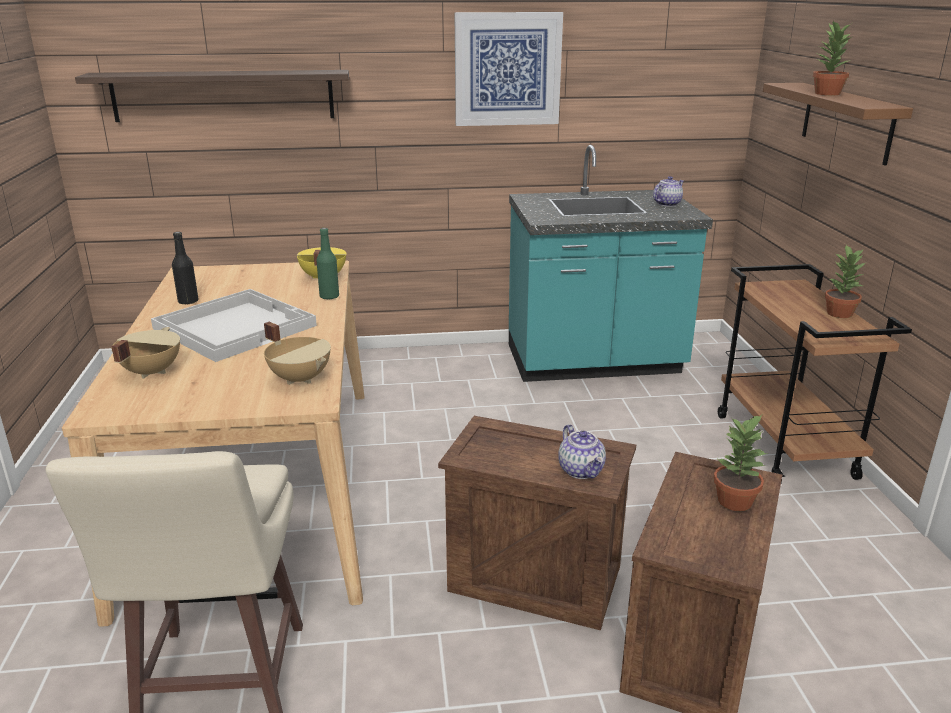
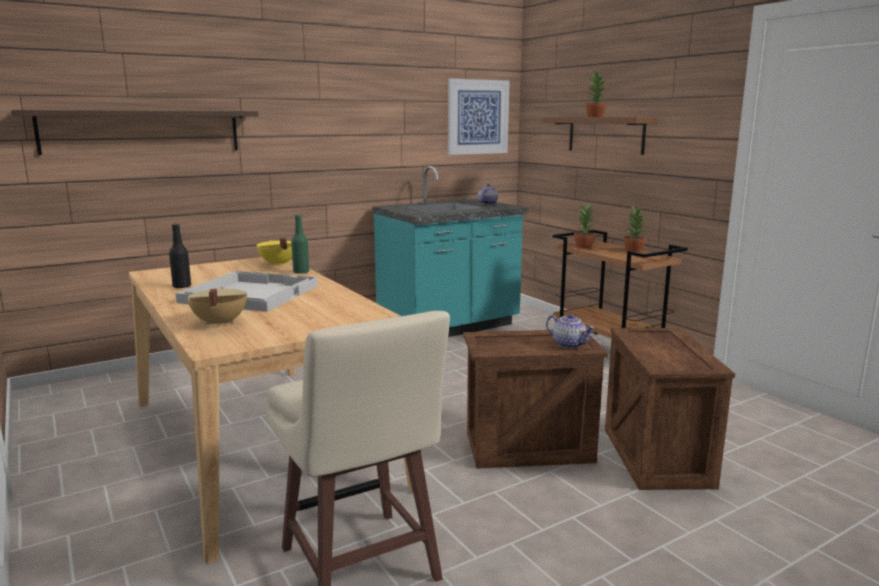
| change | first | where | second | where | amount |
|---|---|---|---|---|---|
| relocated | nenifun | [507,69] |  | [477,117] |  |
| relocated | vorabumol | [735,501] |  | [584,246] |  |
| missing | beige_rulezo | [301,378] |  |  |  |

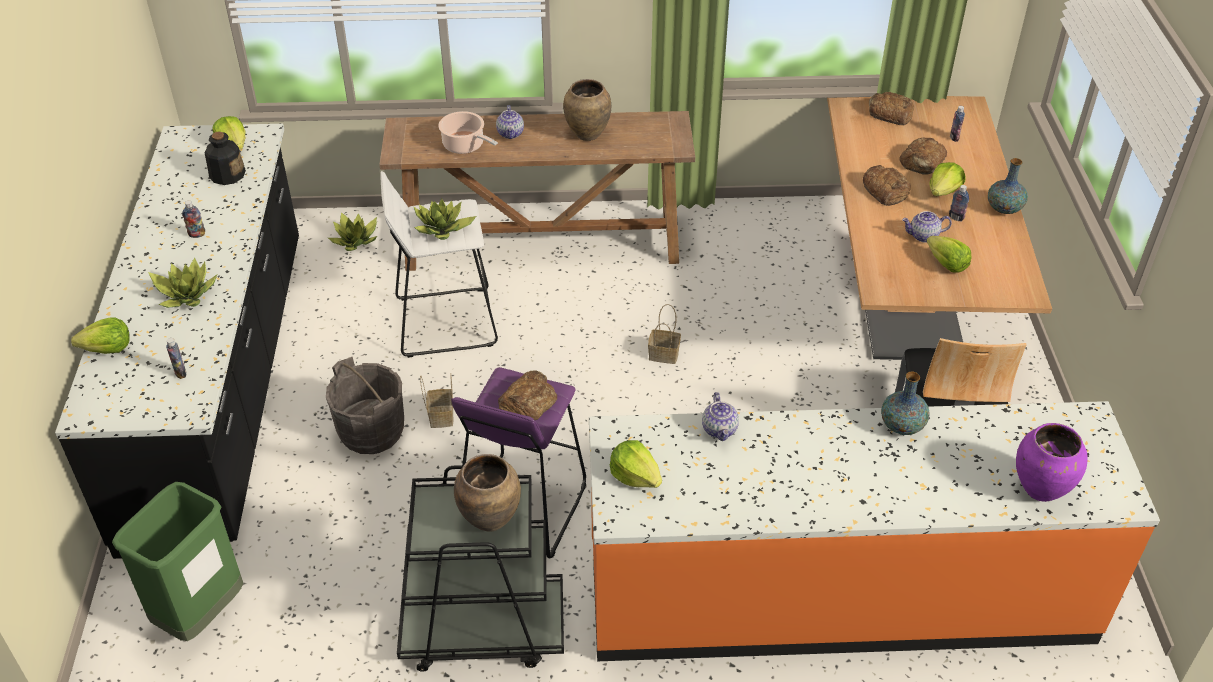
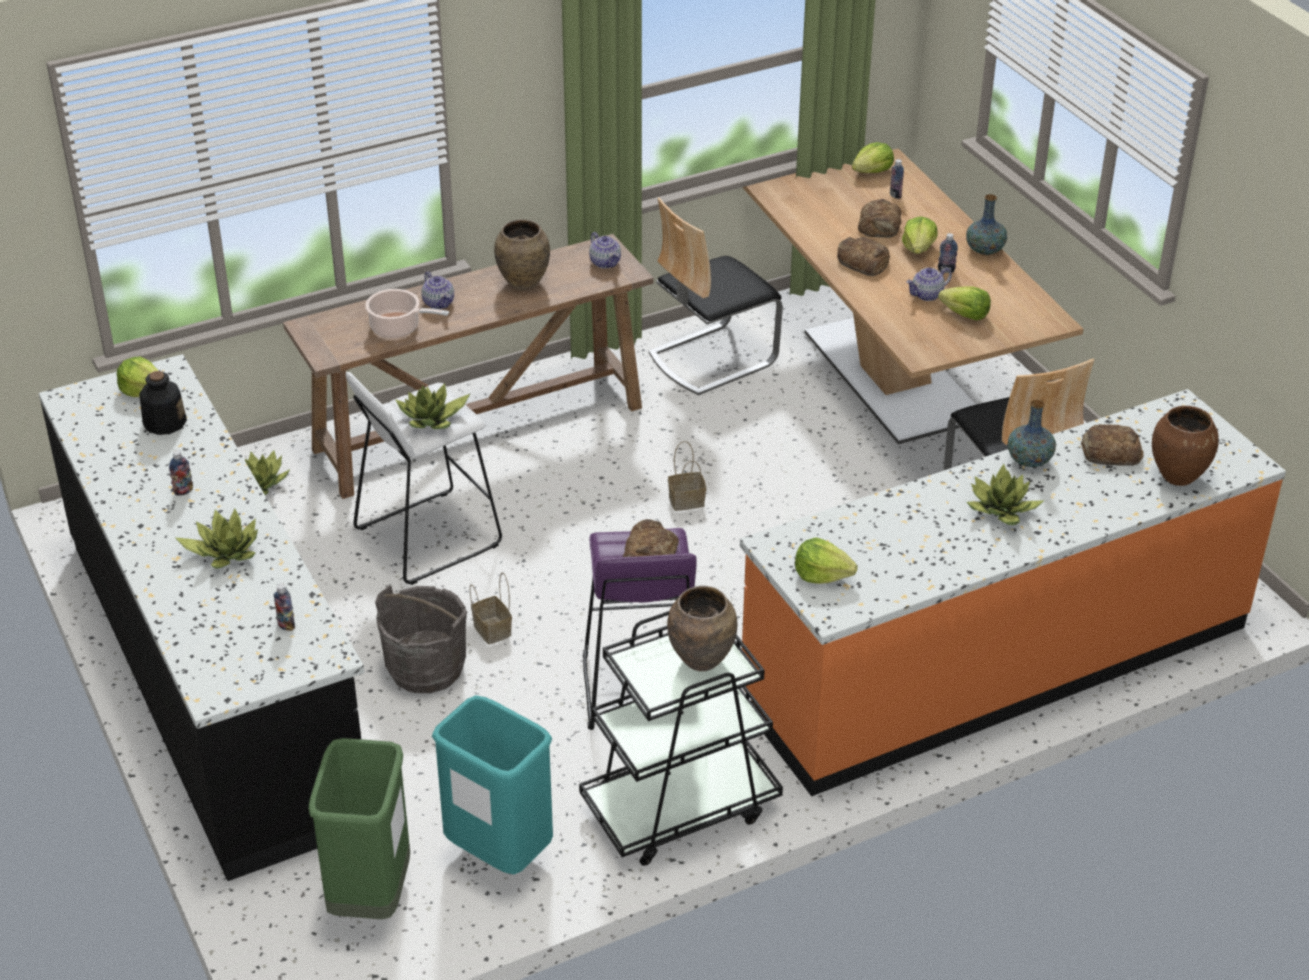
| change | first | where | second | where | amount |
|---|---|---|---|---|---|
| appeared |  |  | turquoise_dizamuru | [498,853] |  |
| relocated | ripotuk | [720,429] |  | [605,263] |  |
| appeared |  |  | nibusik | [711,357] |  |
| relocated | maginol | [108,348] |  | [872,171] |  |
| appeared |  |  | vorabumol | [1002,510] |  |
| relocated | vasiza | [890,113] |  | [1109,451] |  |
| colour | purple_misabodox | [1041,490] | brown_misabodox | [1178,476] |  |

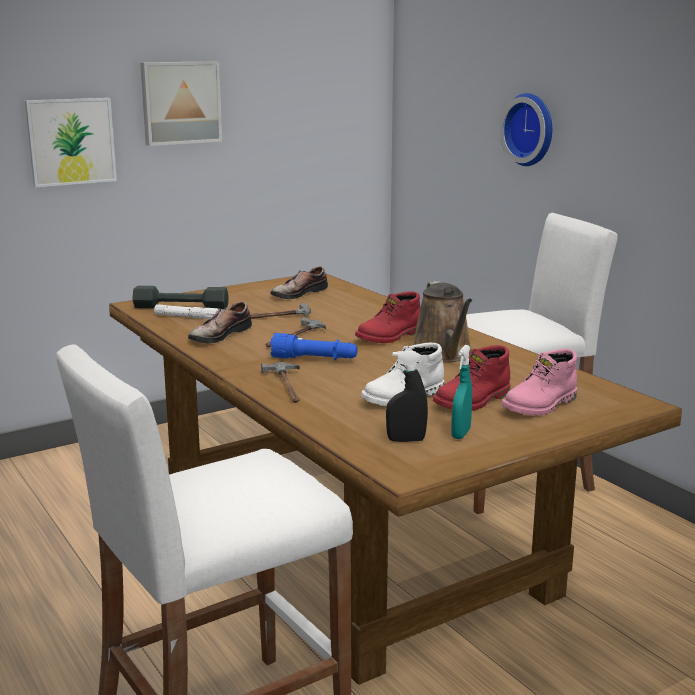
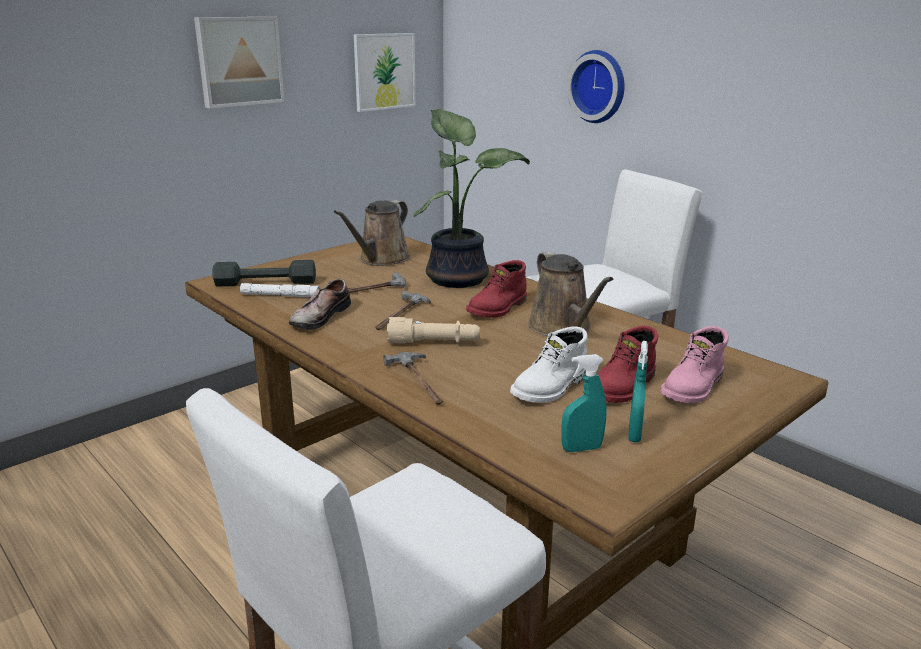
| change | first | where | second | where | amount |
|---|---|---|---|---|---|
| exchanged | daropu | [297,293] | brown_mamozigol | [381,259] |  |
| relocated | nenifun | [71,141] |  | [384,71] |  |
| colour | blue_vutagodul | [314,359] | beige_vutagodul | [434,343] |  |
| appeared |  |  | vorabumol | [459,277] |  |
| colour | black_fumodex | [406,440] | turquoise_fumodex | [581,448] |  |

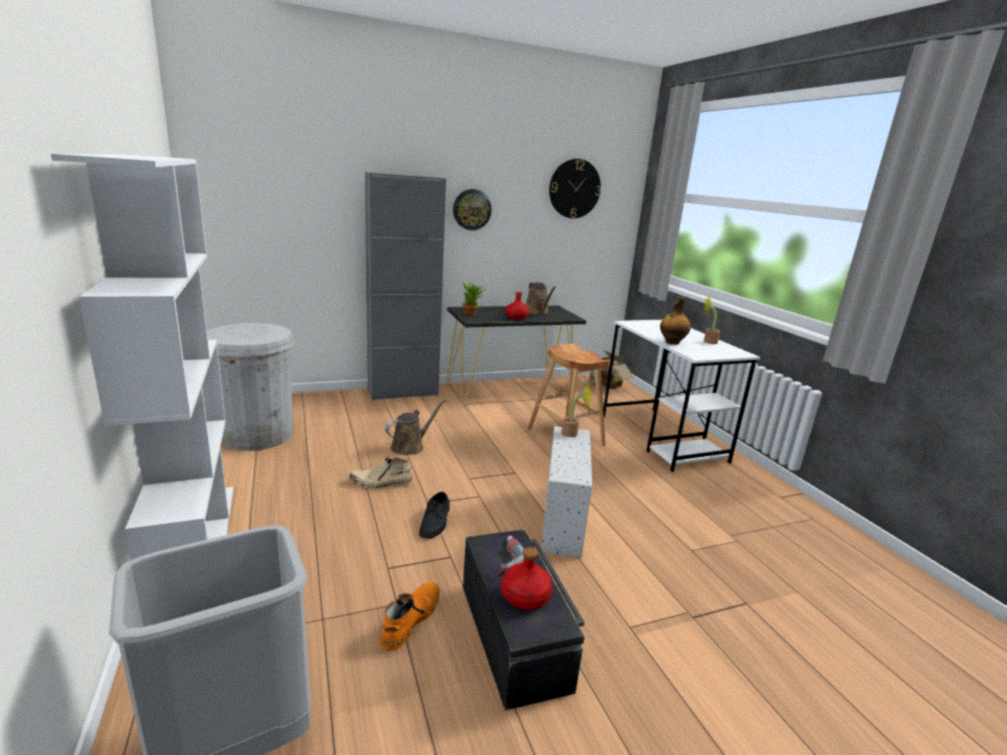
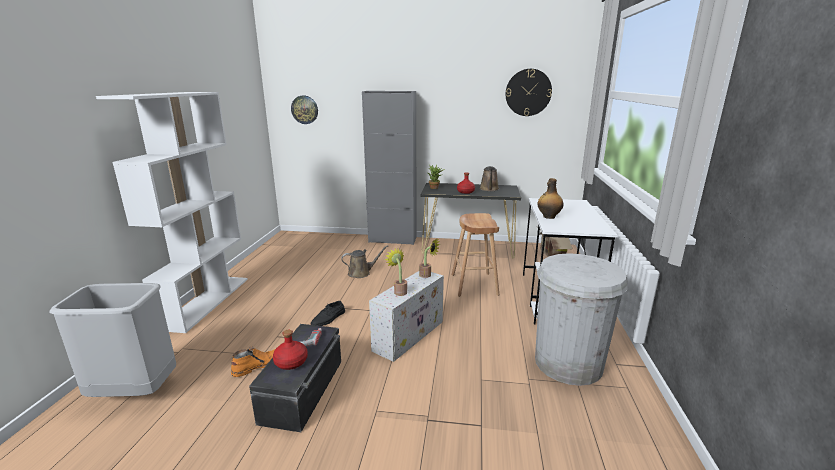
| change | first | where | second | where | amount |
|---|---|---|---|---|---|
| relocated | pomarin | [471,209] |  | [304,109] |  |
| relocated | vorabumol | [707,341] |  | [399,291] |  |
| relocated | white_dizamuru | [257,435] |  | [568,363] |  |
| missing | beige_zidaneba | [381,483] |  |  |  |

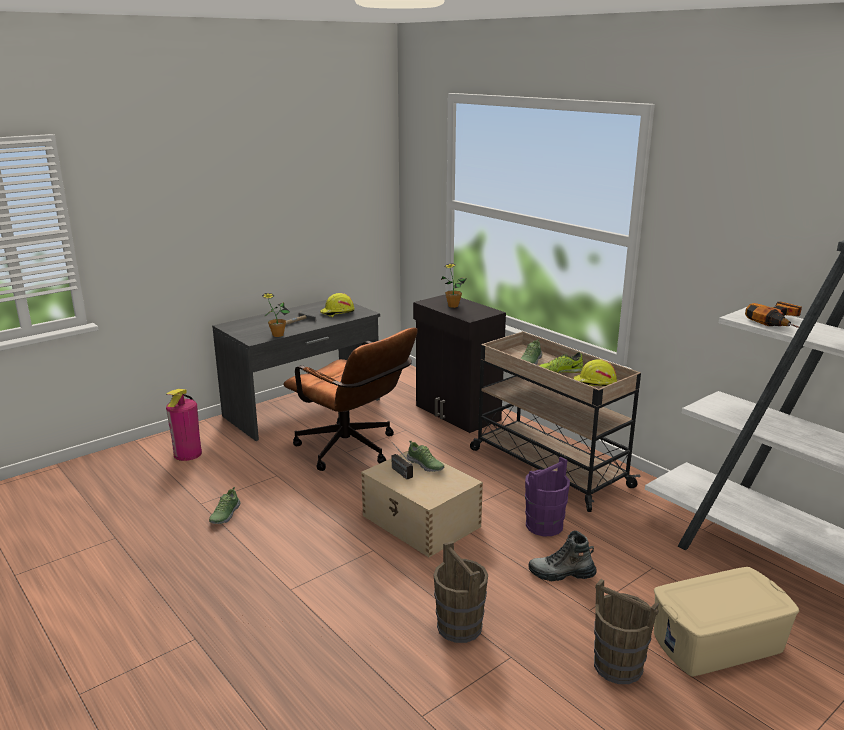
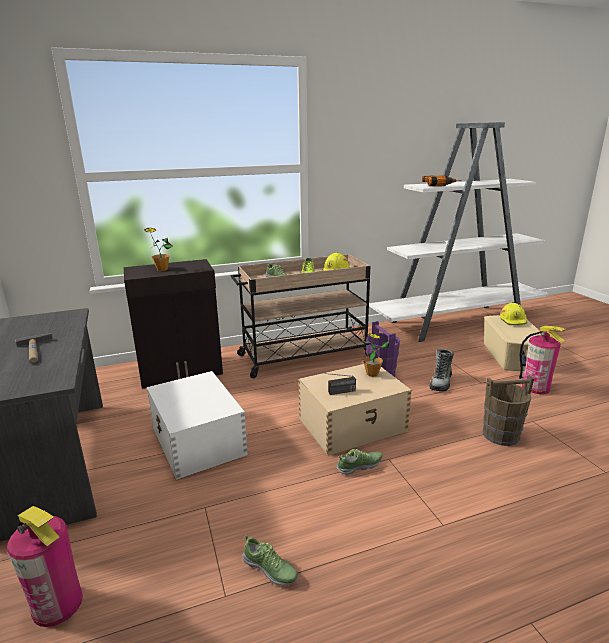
| change | first | where | second | where | amount |
|---|---|---|---|---|---|
| exchanged | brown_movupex | [352,451] | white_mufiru | [198,441] |  |
| relocated | daropu | [425,465] |  | [359,466] |  |
| relocated | vorabumol | [278,335] |  | [372,374] |  |
| relocated | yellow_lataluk | [337,313] |  | [513,320] |  |
| exchanged | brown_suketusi | [618,666] | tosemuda | [536,387] |  |

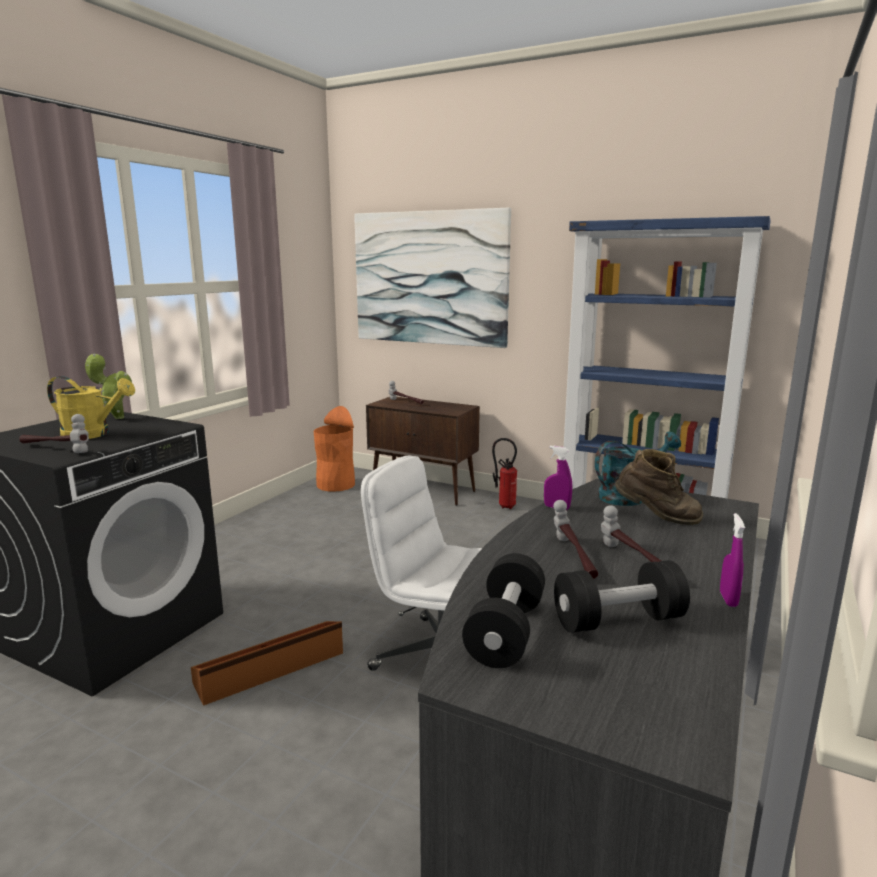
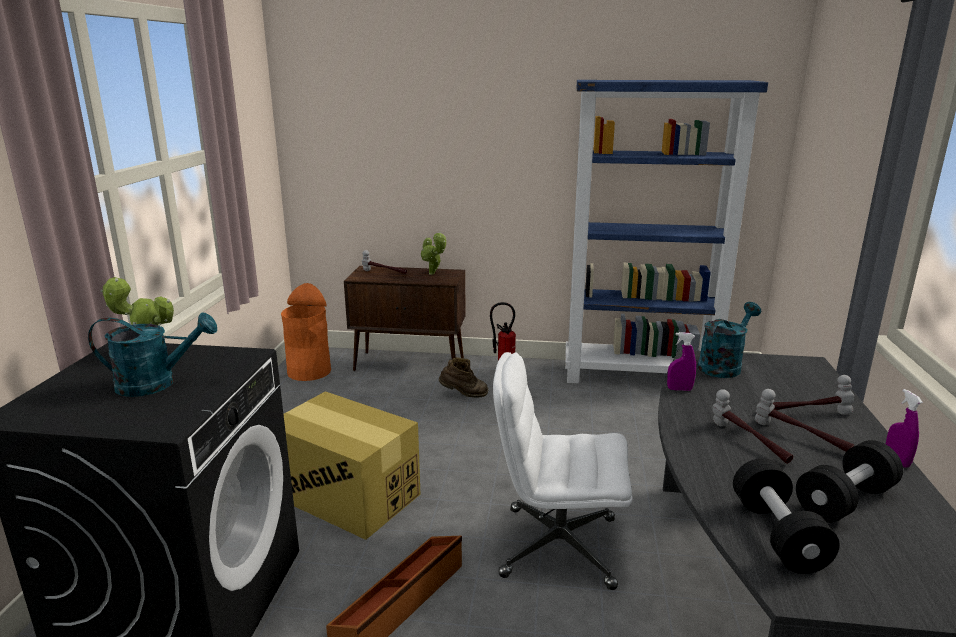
| change | first | where | second | where | amount |
|---|---|---|---|---|---|
| colour | yellow_mamozigol | [93,434] | turquoise_mamozigol | [157,384] |  |
| appeared |  |  | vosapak | [346,495] |  |
| appeared |  |  | vorabumol | [433,274] |  |
| relocated | brown_zidaneba | [657,518] |  | [463,395] |  |
| relocated | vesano | [55,449] |  | [806,412] |  |
| missing | nenifun | [429,278] |  |  |  |

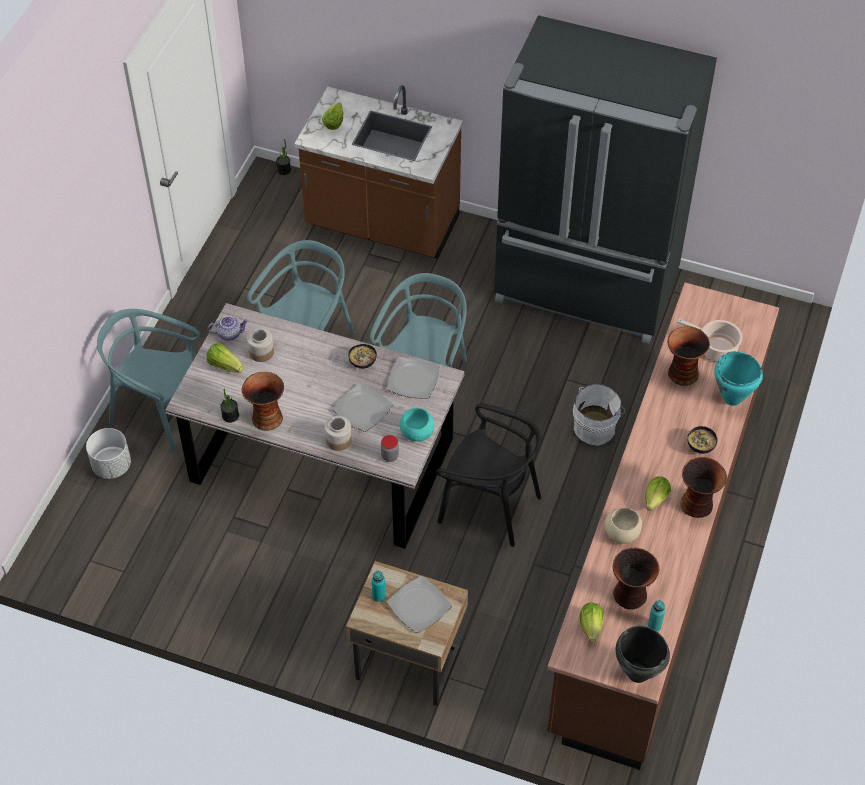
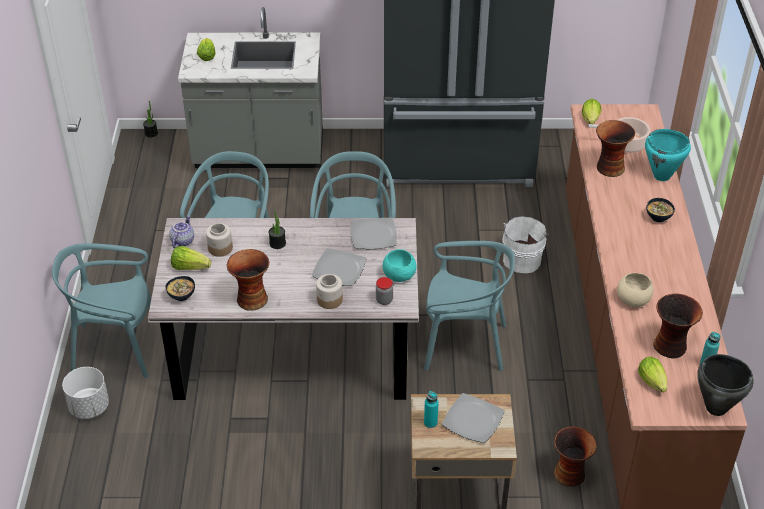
| change | first | where | second | where | amount |
|---|---|---|---|---|---|
| relocated | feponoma | [363,363] |  | [182,296] |  |
| spun | ripotuk | [229,333] |  | [182,241] | 45 degrees counterclockwise |
| colour | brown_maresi | [382,225] | grey_maresi | [259,154] |  |
| relocated | vorabumol | [230,416] |  | [277,243] |  |
| colour | black_nibusik | [489,506] | turquoise_nibusik | [464,344] |  |
| relocated | misabodox | [698,504] |  | [570,474] |  |
| relocated | maginol | [654,501] |  | [590,121] |  |

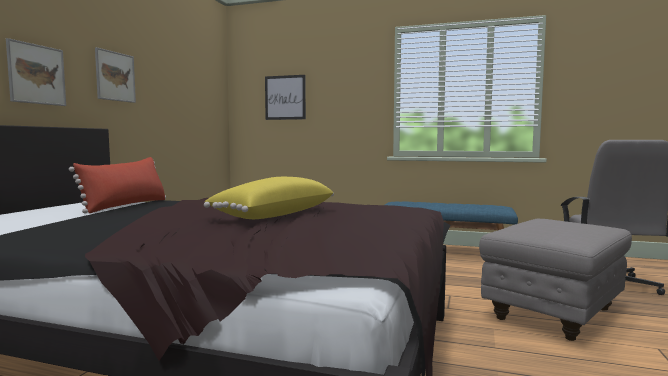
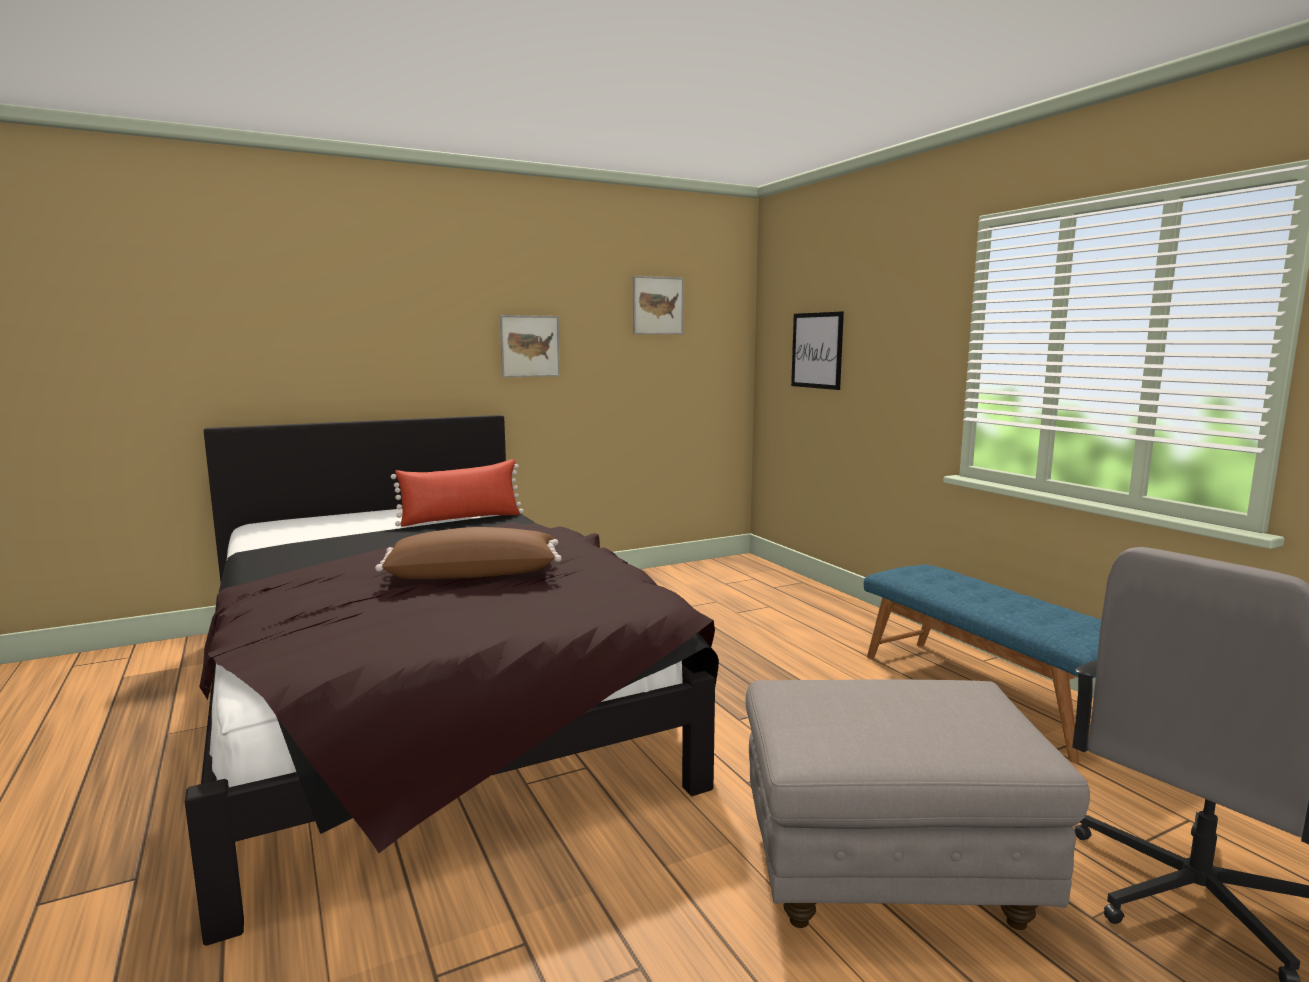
| change | first | where | second | where | amount |
|---|---|---|---|---|---|
| colour | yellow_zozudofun | [273,215] | brown_zozudofun | [473,574] |  |
| relocated | nenifun | [37,74] |  | [657,305] |  |

